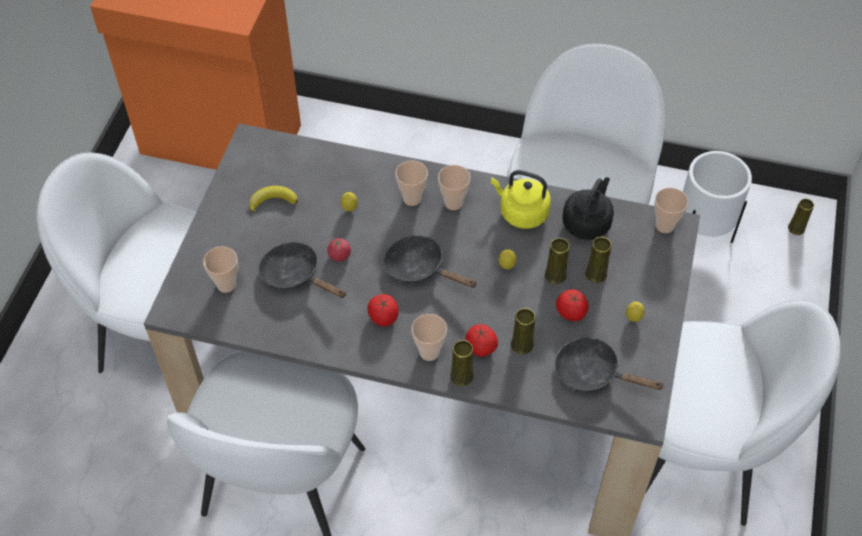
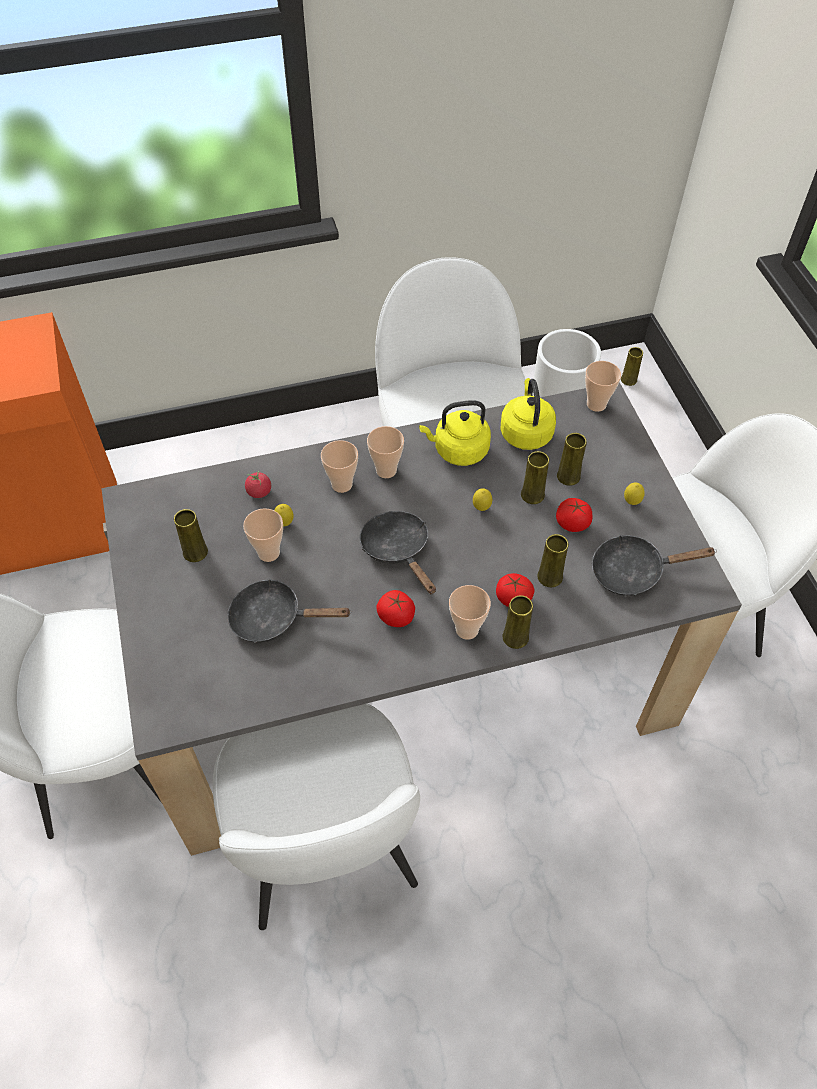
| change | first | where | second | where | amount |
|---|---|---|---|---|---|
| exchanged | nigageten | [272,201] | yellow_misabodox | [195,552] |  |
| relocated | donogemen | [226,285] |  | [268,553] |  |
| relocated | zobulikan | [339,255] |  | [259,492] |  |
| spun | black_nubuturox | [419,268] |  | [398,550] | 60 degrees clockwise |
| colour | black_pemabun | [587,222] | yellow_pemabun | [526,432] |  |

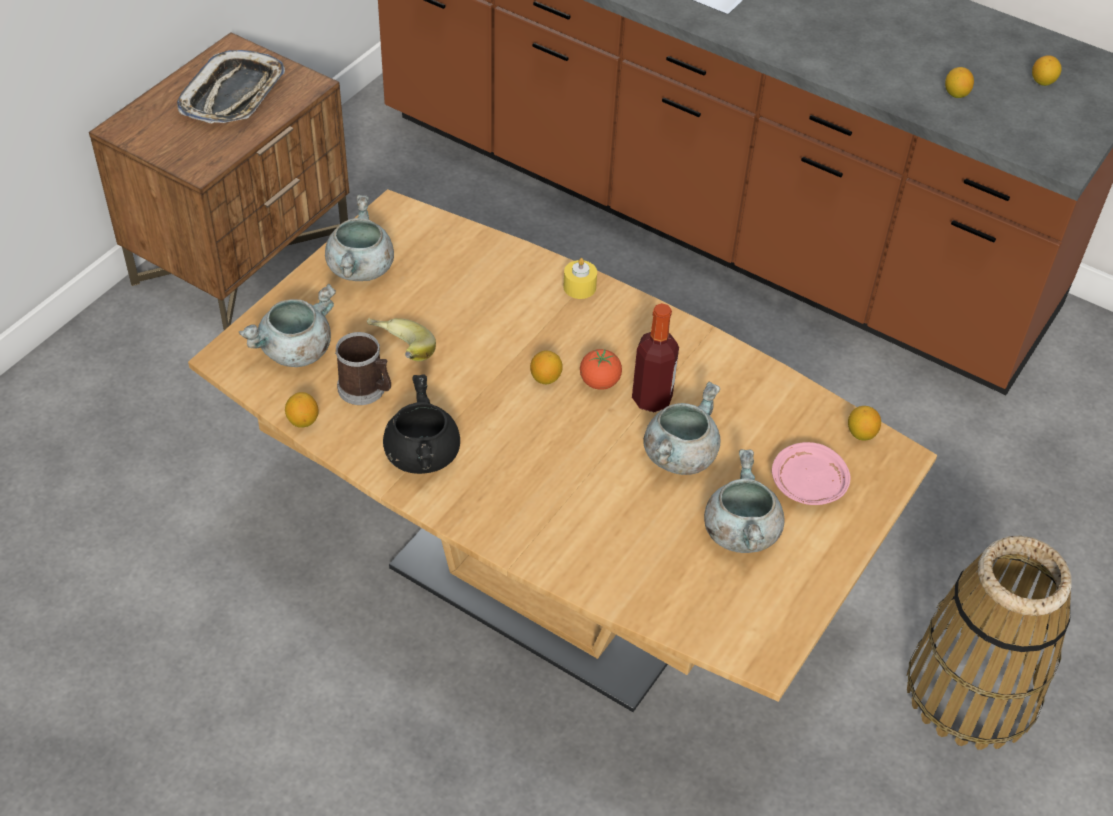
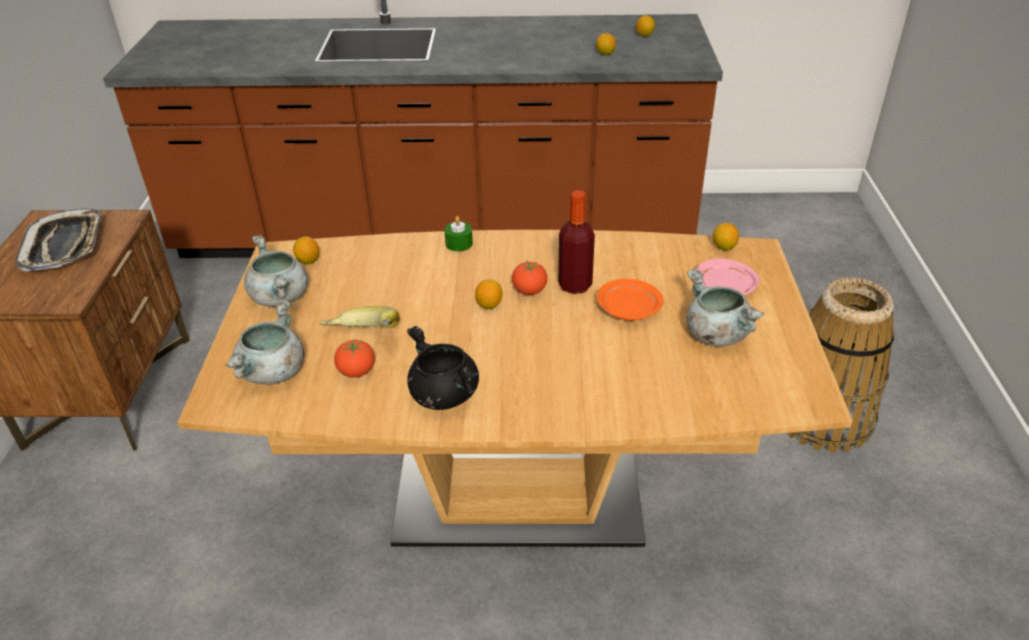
| change | first | where | second | where | amount |
|---|---|---|---|---|---|
| relocated | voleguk | [303,421] |  | [308,261] |  |
| exchanged | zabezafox | [366,389] | zobulikan | [356,372] |  |
| colour | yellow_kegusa | [579,287] | green_kegusa | [459,244] |  |
| exchanged | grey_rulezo | [679,454] | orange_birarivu | [627,309] |  |

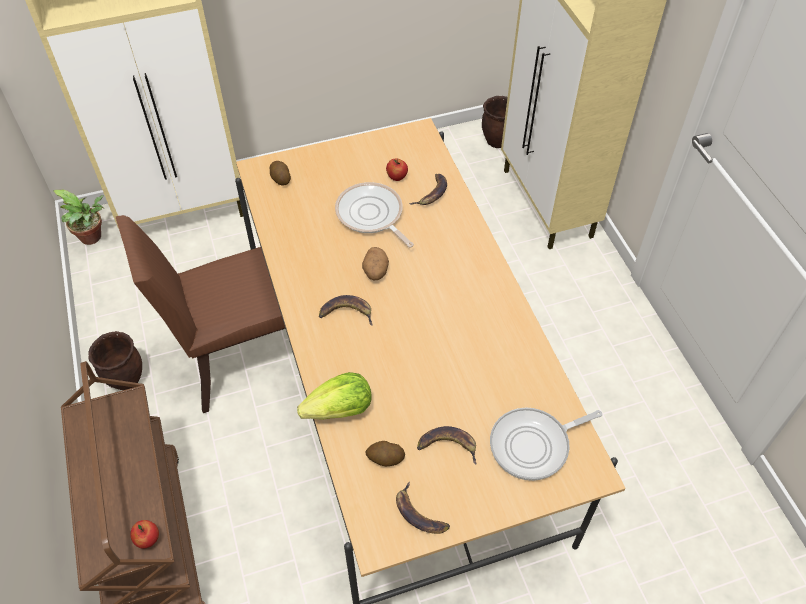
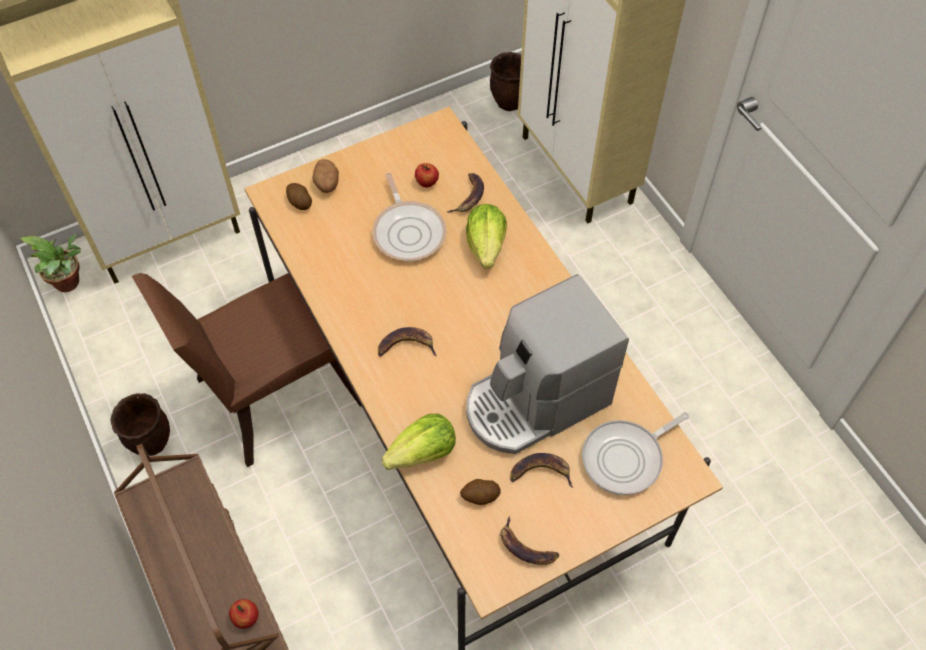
| change | first | where | second | where | amount |
|---|---|---|---|---|---|
| relocated | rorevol | [375,272] |  | [327,184] |  |
| spun | nubuturox | [371,215] |  | [408,231] | 150 degrees counterclockwise |
| appeared |  |  | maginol | [486,246] |  |
| appeared |  |  | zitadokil | [536,402] |  |

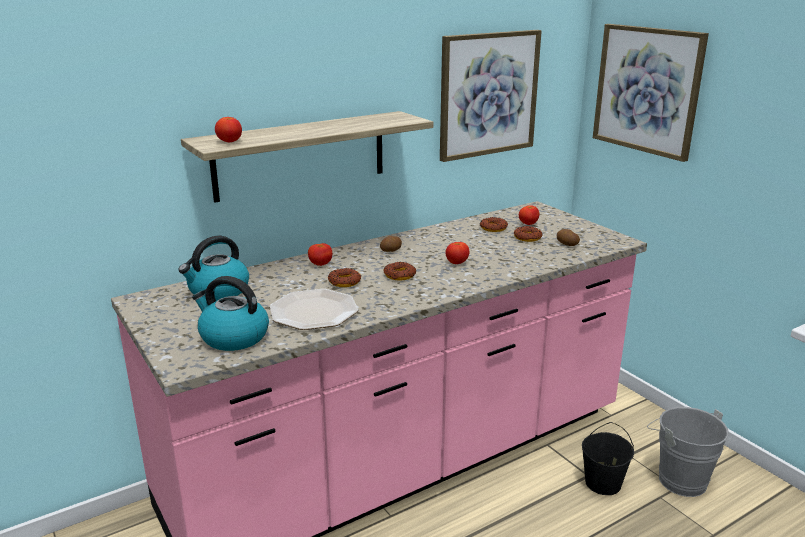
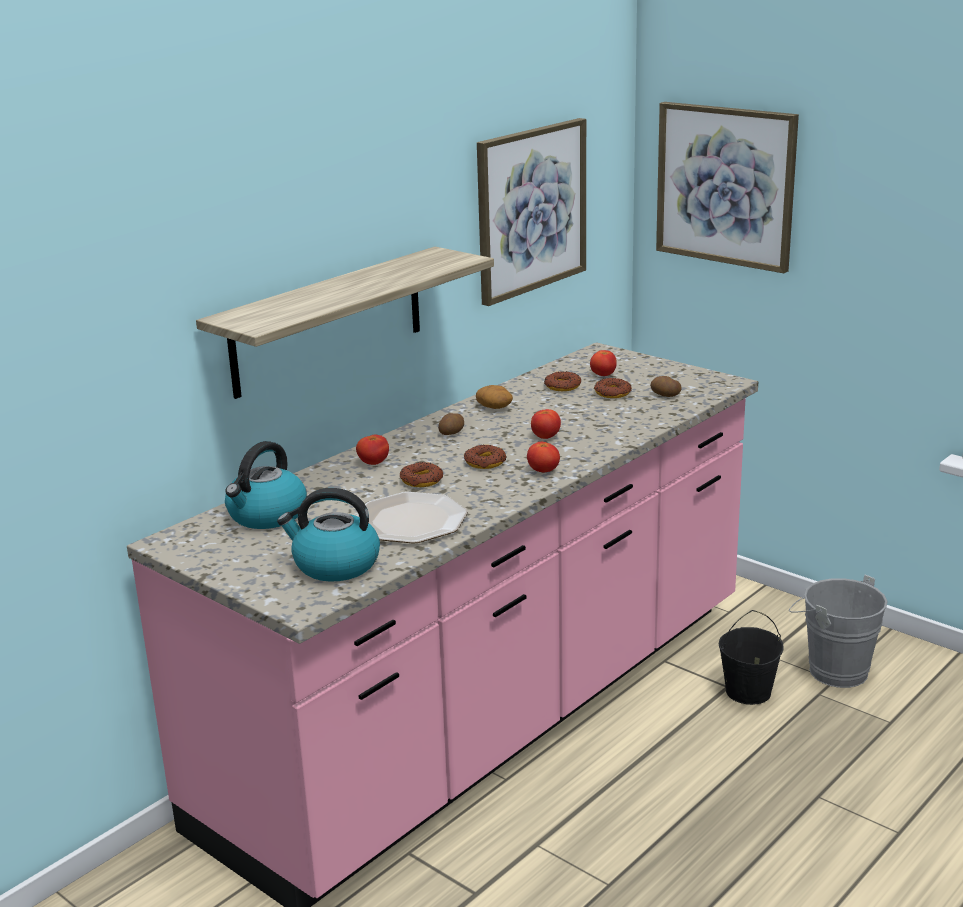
| change | first | where | second | where | amount |
|---|---|---|---|---|---|
| appeared |  |  | rorevol | [495,407] |  |
| relocated | zobulikan | [229,142] |  | [543,471] |  |

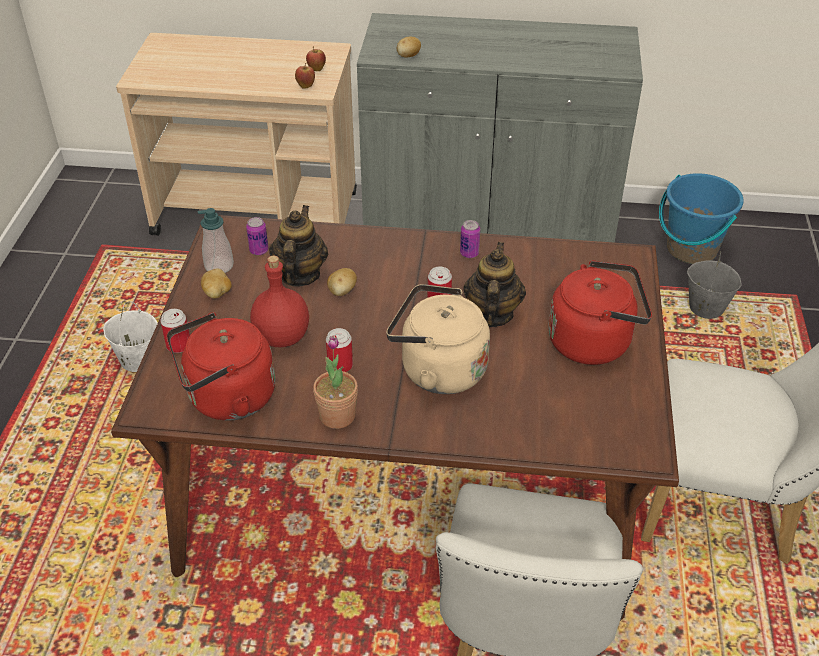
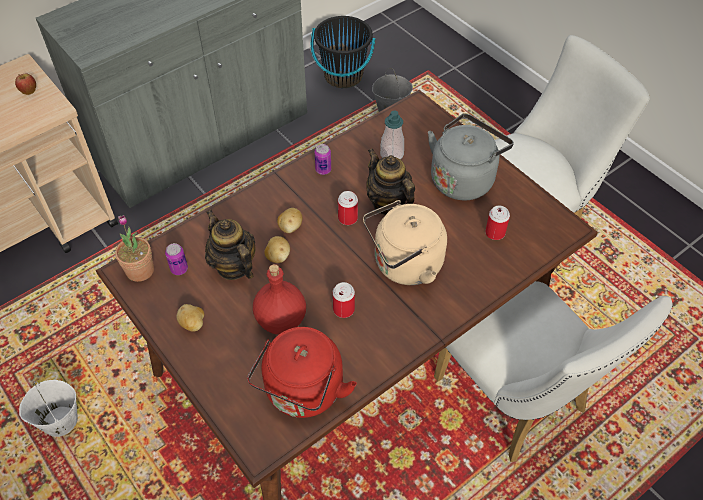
| change | first | where | second | where | amount |
|---|---|---|---|---|---|
| relocated | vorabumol | [337,416] |  | [140,270] |  |
| relocated | rorevol | [408,56] |  | [290,227] |  |
| colour | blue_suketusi | [691,249] | black_suketusi | [343,76] |  |
| relocated | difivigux | [219,266] |  | [391,154] |  |
| colour | red_pemabun | [594,341] | grey_pemabun | [463,178] |  |
| relocated | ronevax | [178,345] |  | [495,233] |  |
| missing | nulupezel | [305,86] |  |  |  |

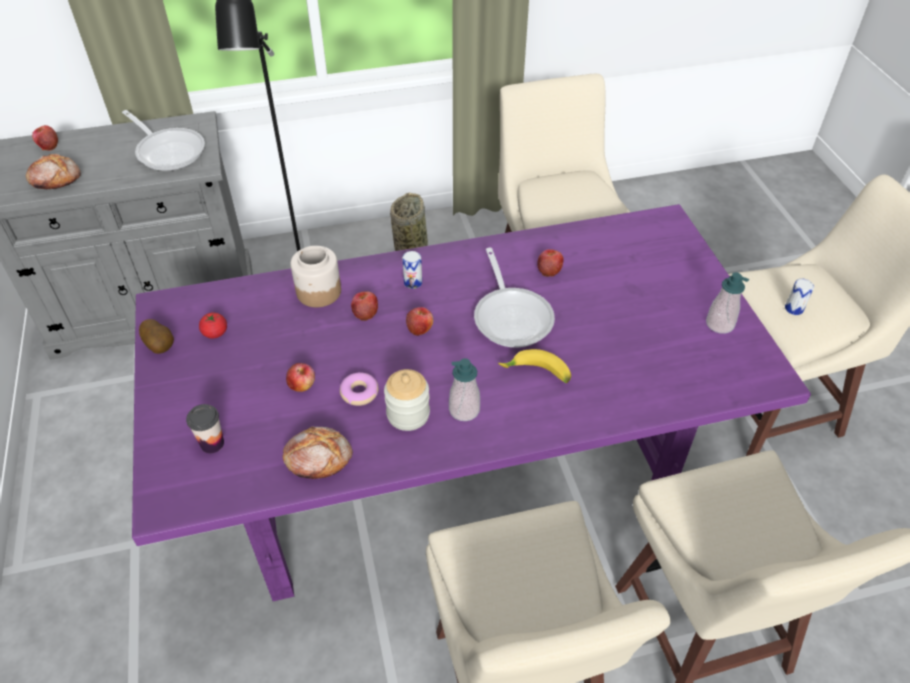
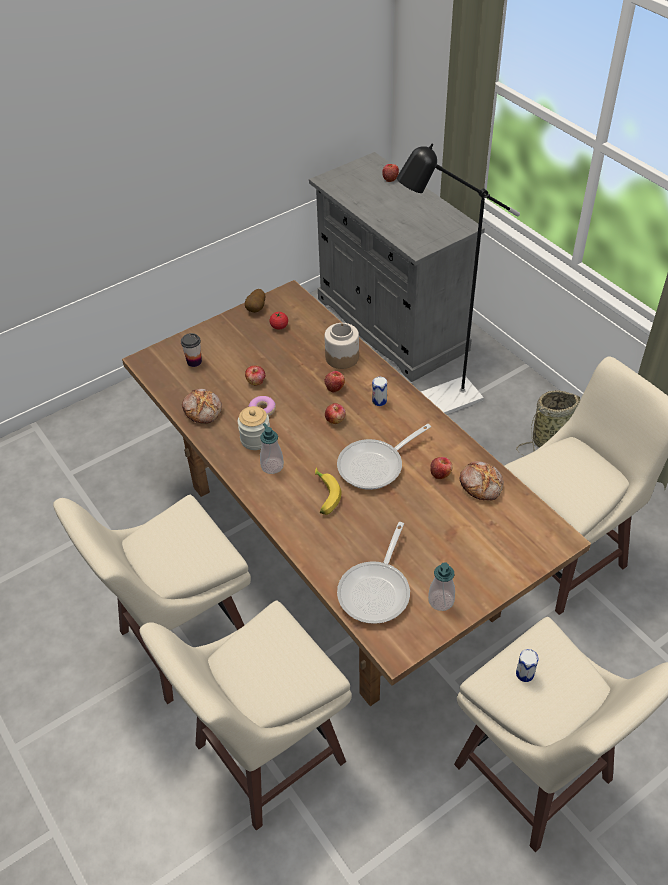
| change | first | where | second | where | amount |
|---|---|---|---|---|---|
| colour | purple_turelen | [456,470] | brown_turelen | [339,550] |  |
| relocated | nubuturox | [168,151] |  | [377,590] |  |
| relocated | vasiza | [55,179] |  | [481,484] |  |

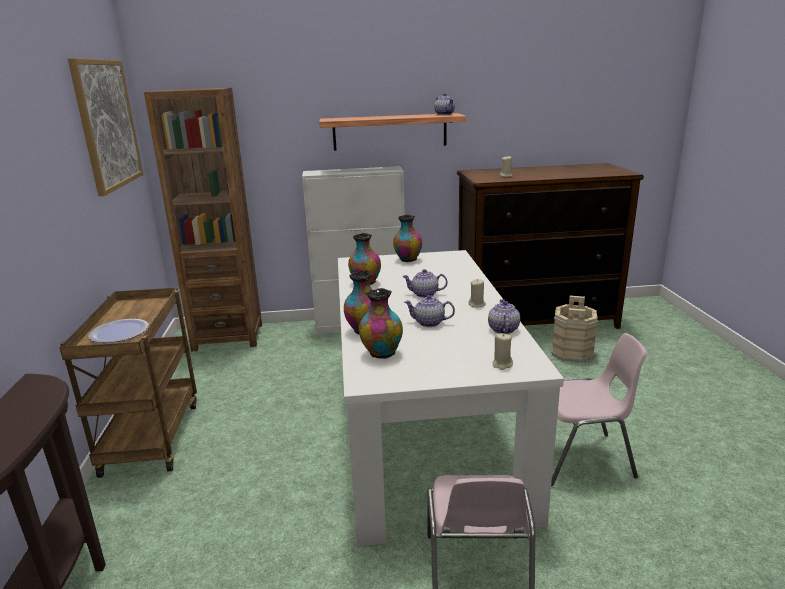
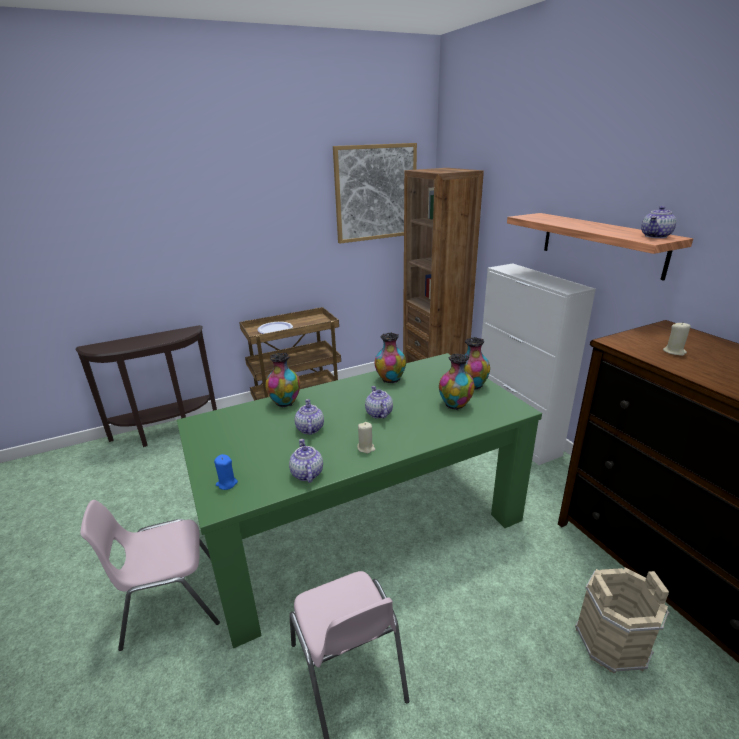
| change | first | where | second | where | amount |
|---|---|---|---|---|---|
| colour | white_turelen | [423,423] | green_turelen | [362,523] |  |
| colour | beige_kegusa | [502,364] | blue_kegusa | [227,483] |  |
| spun | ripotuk | [502,329] |  | [306,473] | 90 degrees counterclockwise |
| relocated | misabodox | [381,353] |  | [455,405] |  |

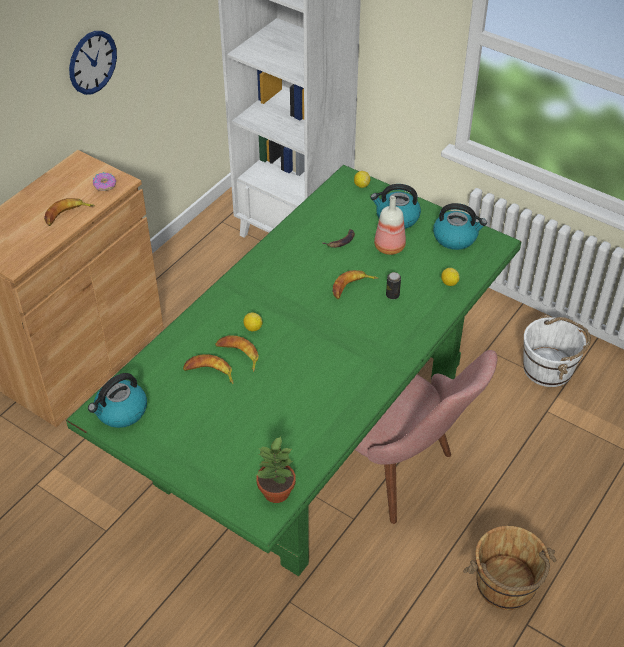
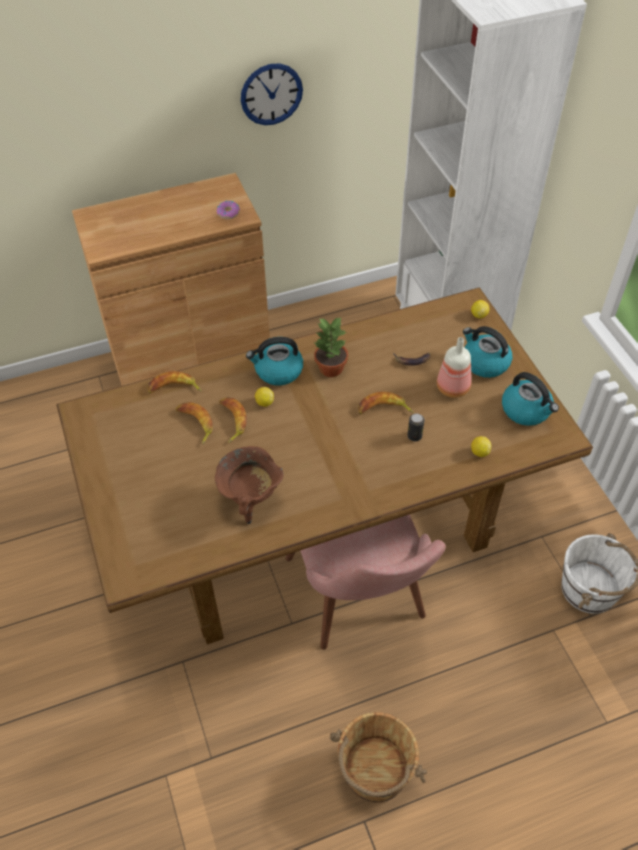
| change | first | where | second | where | amount |
|---|---|---|---|---|---|
| colour | green_turelen | [311,428] | brown_turelen | [321,521] |  |
| relocated | nigageten | [67,215] |  | [174,388] |  |
| appeared |  |  | brown_rulezo | [250,499] |  |
| relocated | pemabun | [121,412] |  | [278,371] |  |
| relocated | vorabumol | [275,492] |  | [330,368] |  |

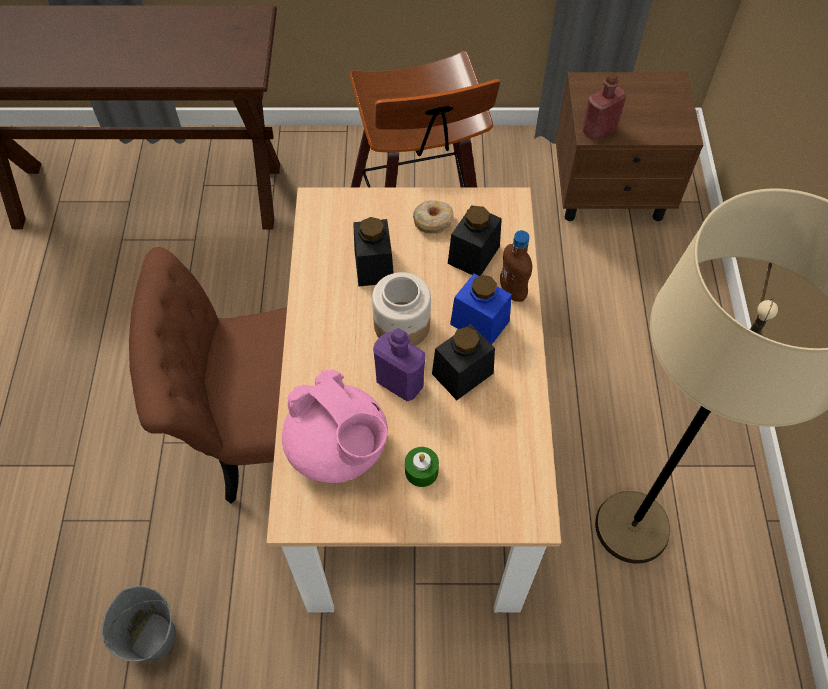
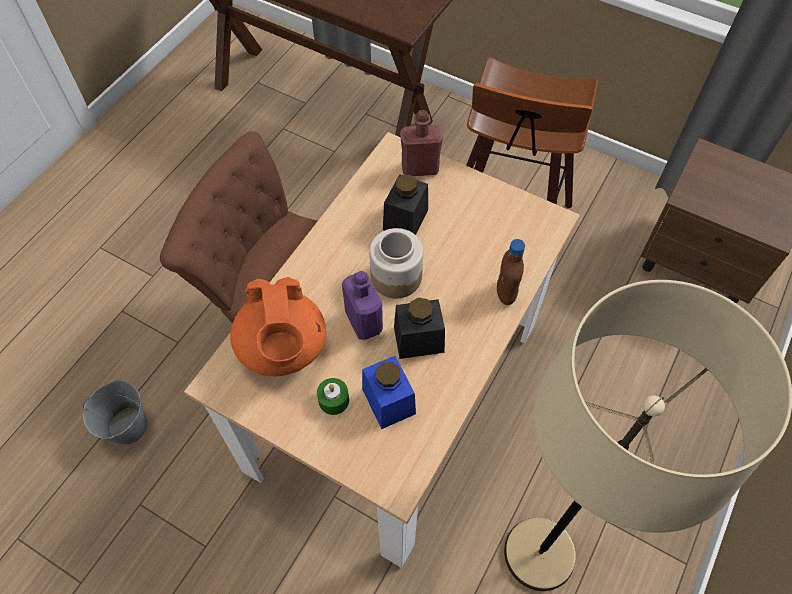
| change | first | where | second | where | amount |
|---|---|---|---|---|---|
| colour | pink_ripotuk | [339,449] | orange_ripotuk | [283,349] |  |
| relocated | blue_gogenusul | [479,322] |  | [388,401] |  |
| relocated | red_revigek | [599,130] |  | [420,168] |  |
| missing | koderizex | [433,221] |  |  |  |
| missing | black_gogenusul | [473,255] |  |  |  |

